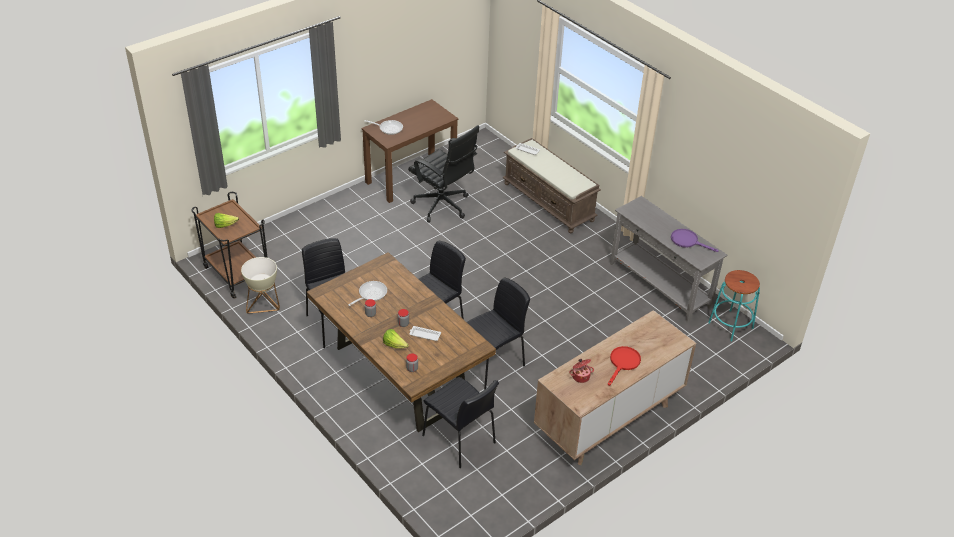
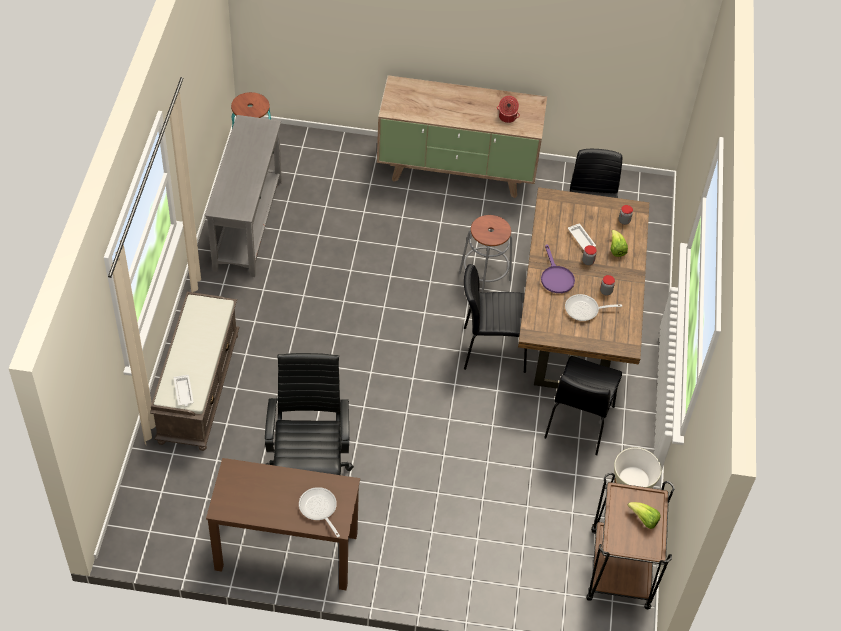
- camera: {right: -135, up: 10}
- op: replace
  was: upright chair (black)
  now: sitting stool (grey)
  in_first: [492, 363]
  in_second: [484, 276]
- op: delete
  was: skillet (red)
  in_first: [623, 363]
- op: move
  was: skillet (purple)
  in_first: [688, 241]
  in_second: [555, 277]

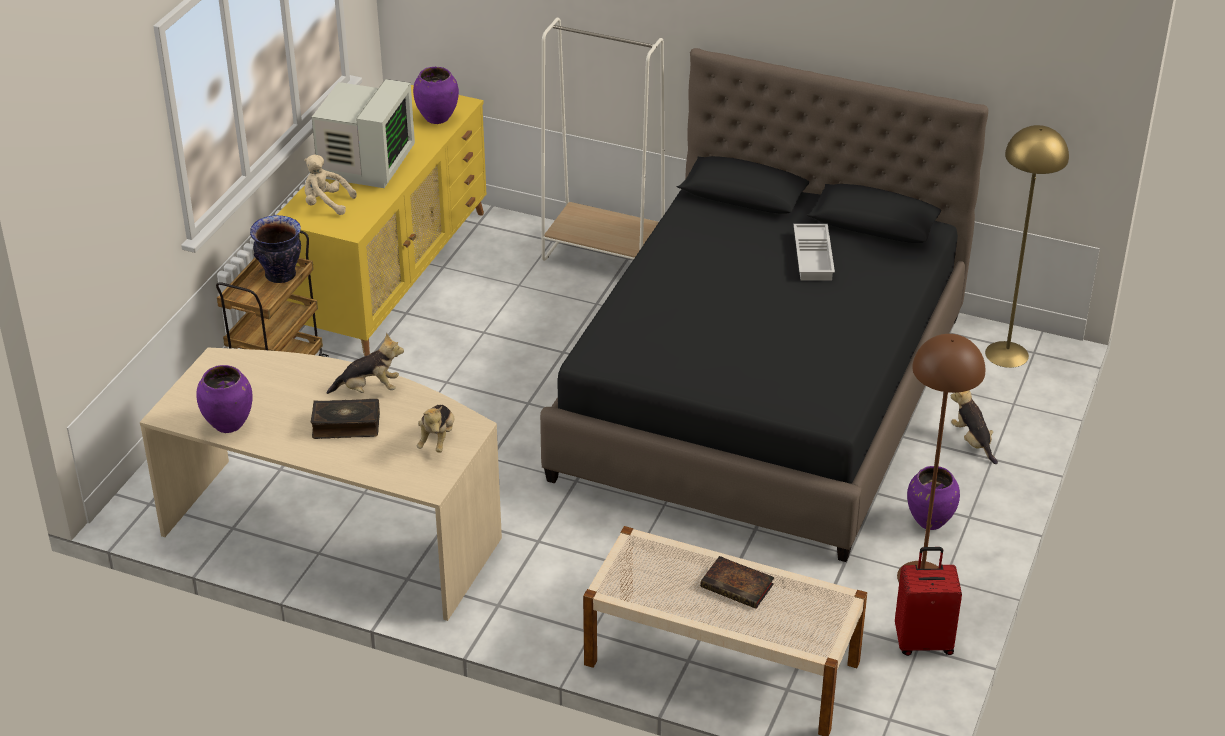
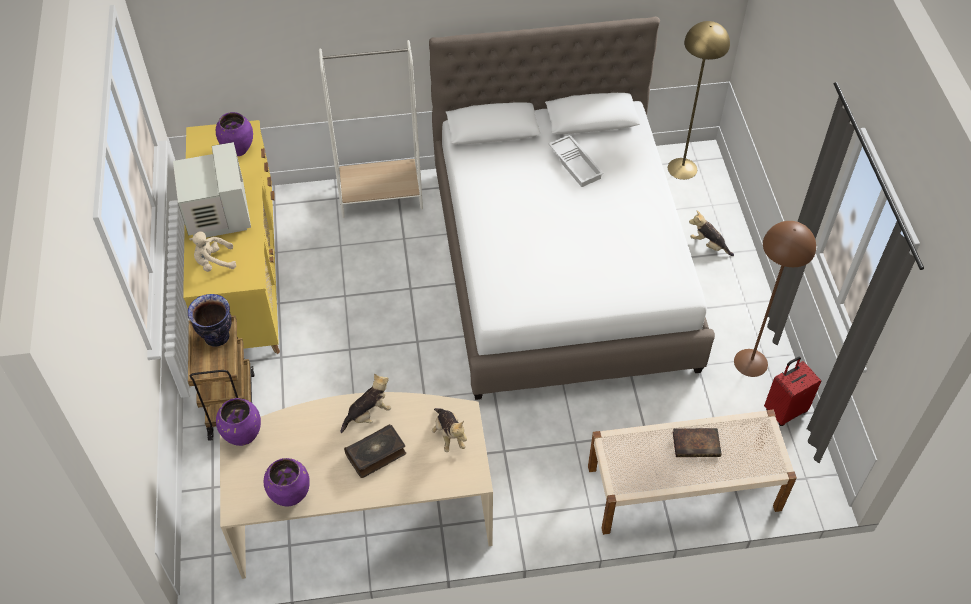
- camera: {right: -30, up: 15}
- op: recolor
  was: bedroom bed (black)
  now: bedroom bed (whitish)
  in_first: [762, 395]
  in_second: [561, 266]
- op: move
  was: flower vase (purple)
  in_first: [930, 522]
  in_second: [243, 437]

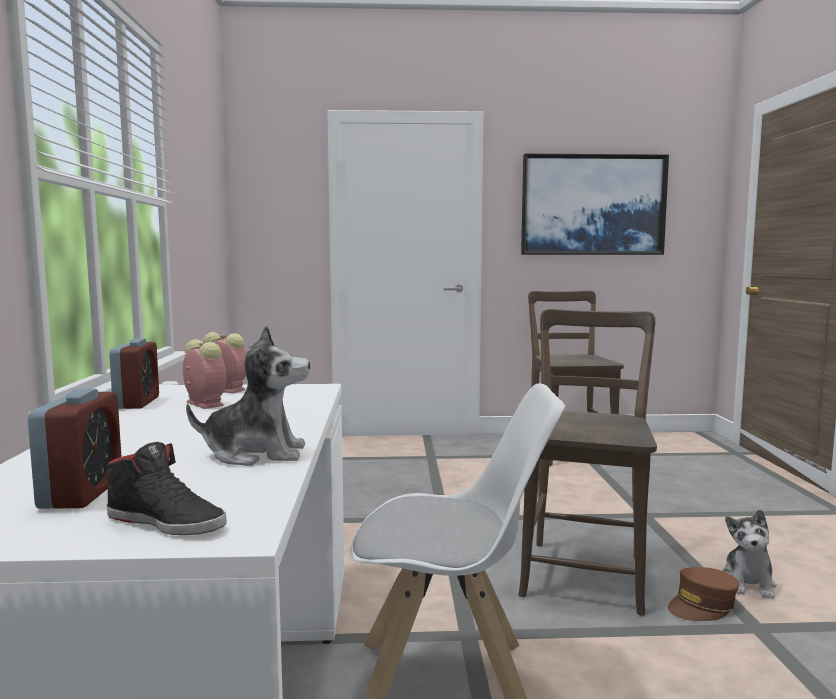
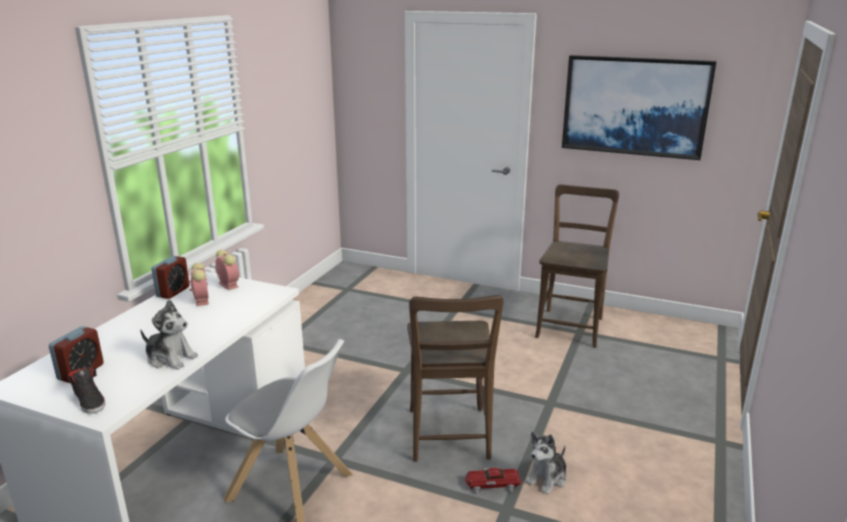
- camera: {right: 25, up: 15}
- op: rotate
  was: upright chair (brown-coloured)
  in_first: [585, 571]
  in_second: [449, 437]
  clockwise: 135
- op: replace
  was: peaked cap (brown-coloured)
  now: miniature car
  in_first: [702, 606]
  in_second: [492, 484]

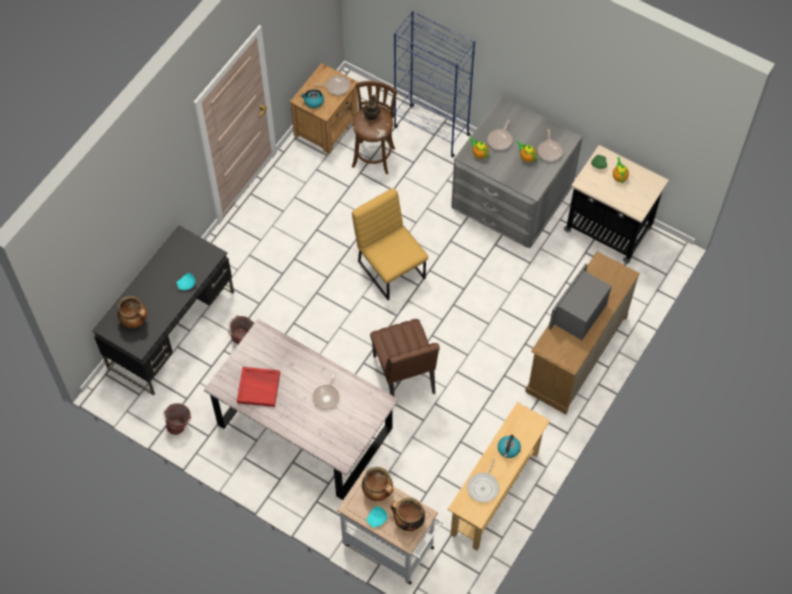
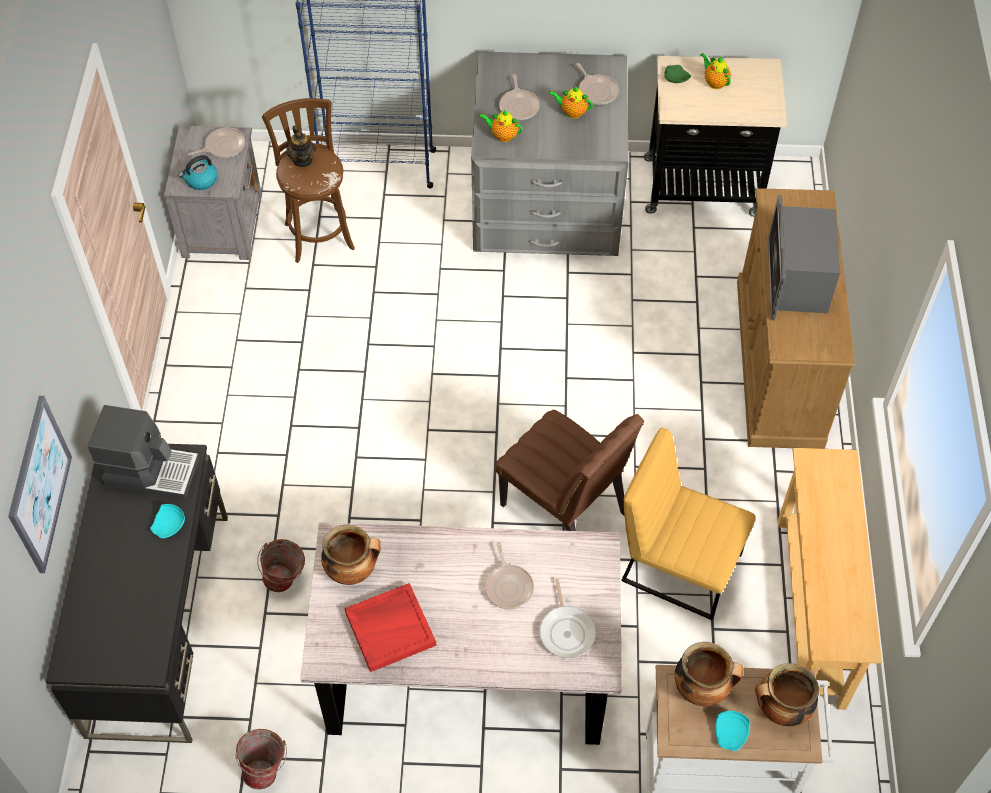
- camera: {right: -30, up: -5}
- op: move
  was: stockpot
  in_first: [135, 321]
  in_second: [352, 570]
- op: recolor
  was: nightstand (brown-coloured)
  now: nightstand (grey)
  in_first: [327, 125]
  in_second: [223, 224]
- op: move
  was: upright chair (yellow)
  in_first: [390, 268]
  in_second: [678, 565]
- op: move
  was: skillet
  in_first: [483, 487]
  in_second: [566, 630]
- op: delete
  was: kettle
  in_first: [508, 449]
- op: insert
  now: picture
  in_second: [39, 484]
- op: insert
  now: coffee machine
  in_second: [151, 470]

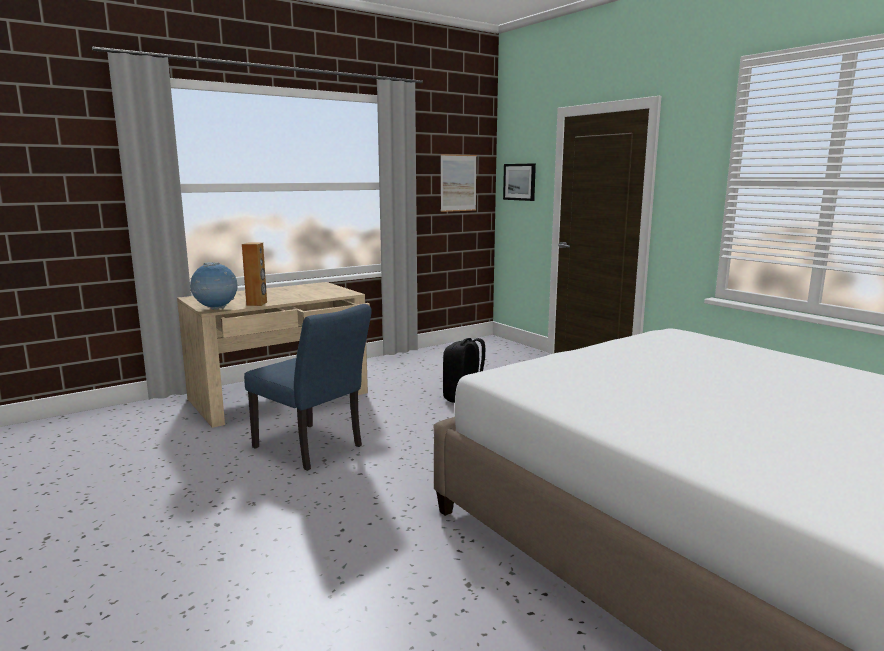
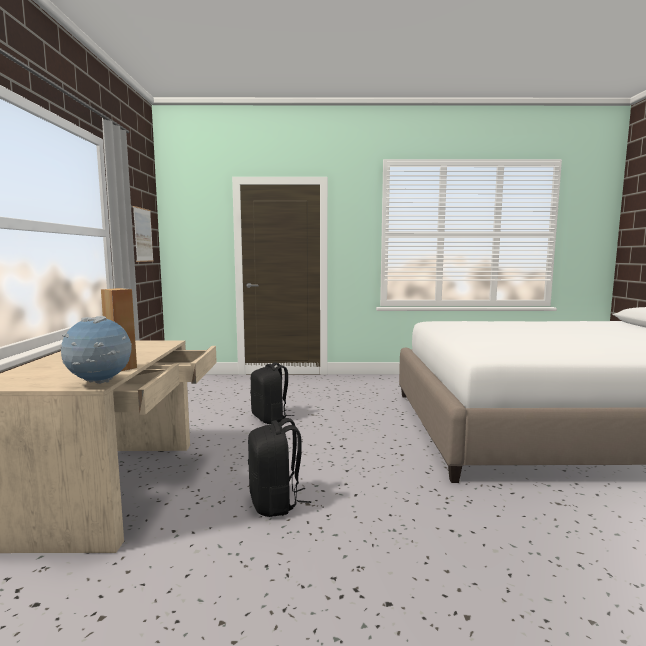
- camera: {right: -55, up: -5}
- op: replace
  was: upright chair (bluish)
  now: knapsack (black)
  in_first: [313, 449]
  in_second: [275, 503]
- op: delete
  was: picture
  in_first: [519, 182]

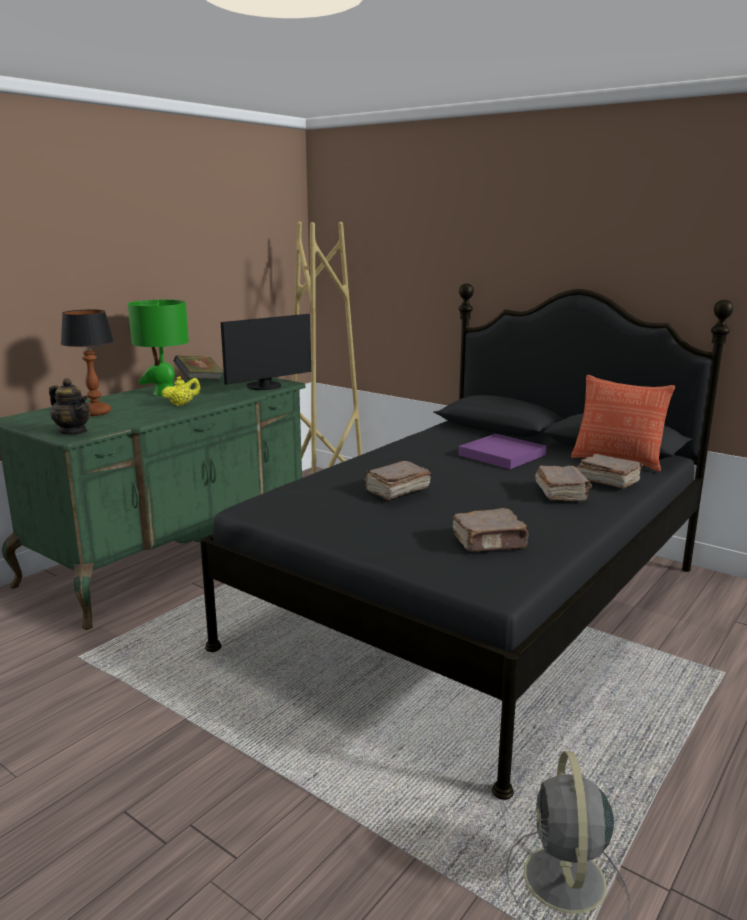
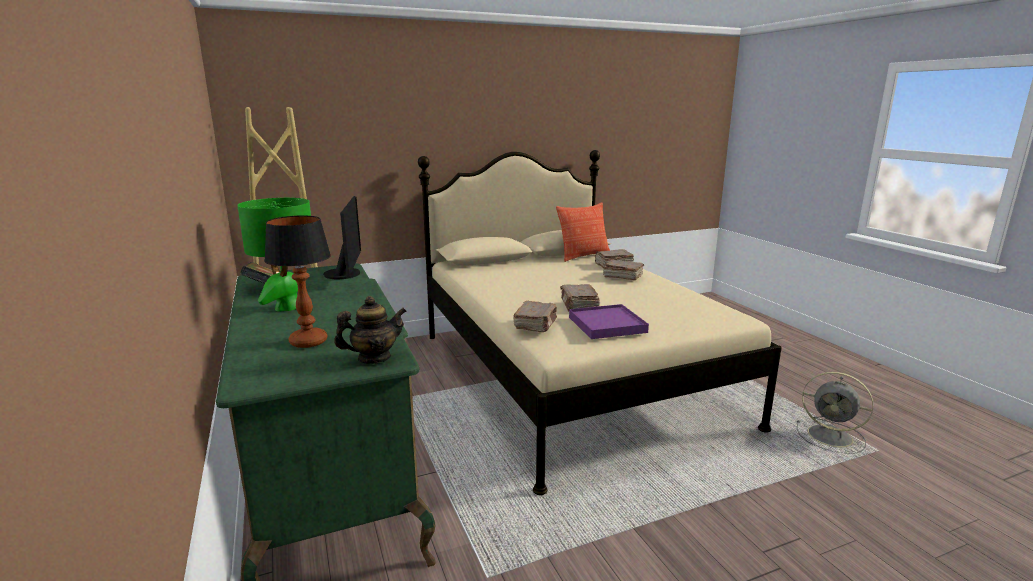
- camera: {right: -60, up: 0}
- op: delete
  was: pot for tea (yellow)
  in_first: [182, 404]
- op: recolor
  was: bedroom bed (black)
  now: bedroom bed (beige)
  in_first: [474, 605]
  in_second: [571, 376]
- op: move
  was: book (brown-coloured)
  in_first: [490, 543]
  in_second: [536, 325]
- op: move
  was: carrying tray (purple)
  in_first: [501, 455]
  in_second: [607, 325]

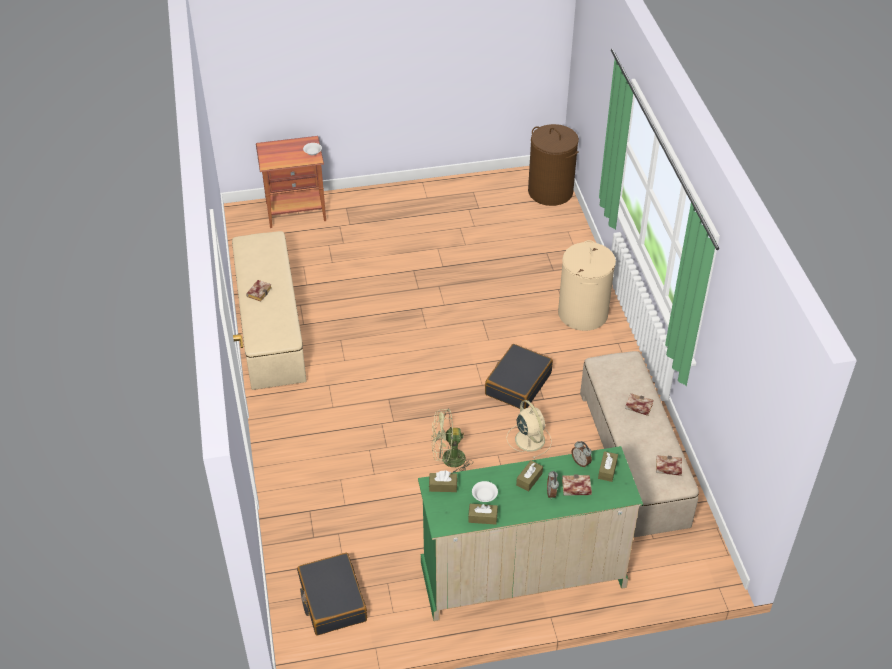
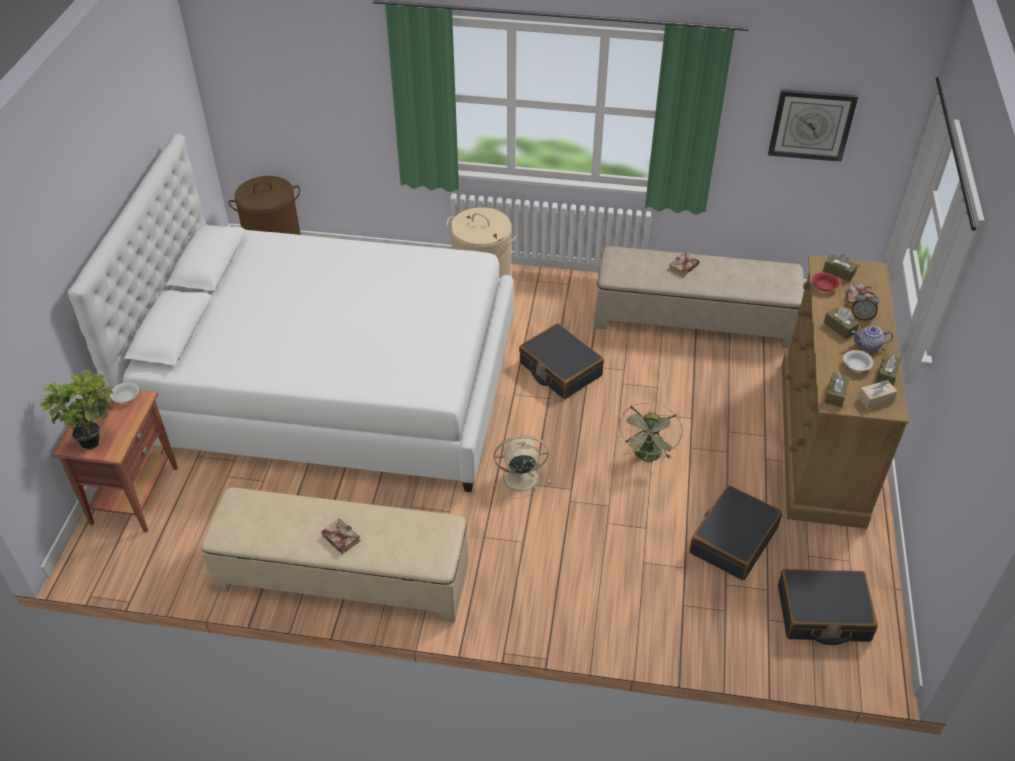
- camera: {right: -70, up: 0}
- op: recolor
  was: chest of drawers (greenish)
  now: chest of drawers (brown-coloured)
  in_first: [521, 574]
  in_second: [820, 441]
- op: move
  was: cooling fan (beige)
  in_first: [529, 439]
  in_second: [519, 477]
- op: replace
  was: bedside clock
  now: deep dish (red)
  in_first: [581, 462]
  in_second: [824, 286]
- op: delete
  was: book
  in_first: [667, 468]
- op: insert
  now: potted plant
  in_second: [94, 438]
- op: insert
  now: bedroom bed (whitish)
  in_second: [329, 383]
- op: insert
  now: travel case (black)
  in_second: [732, 540]
- op: insert
  now: hanging clock
  in_second: [811, 124]
- op: insert
  now: pot for tea
  in_second: [868, 346]
- op: insert
  now: tissue box (beige)
  in_second: [875, 399]

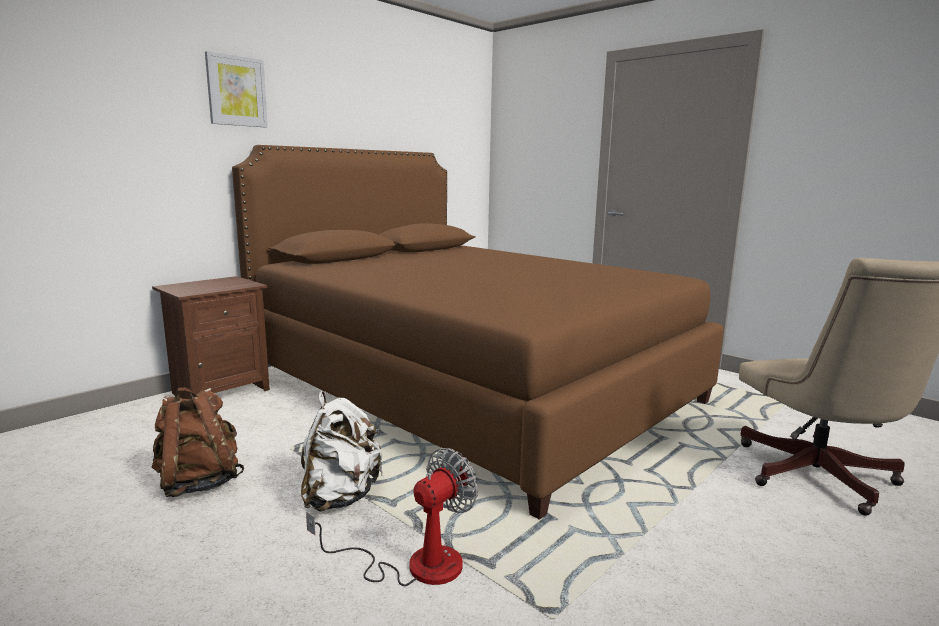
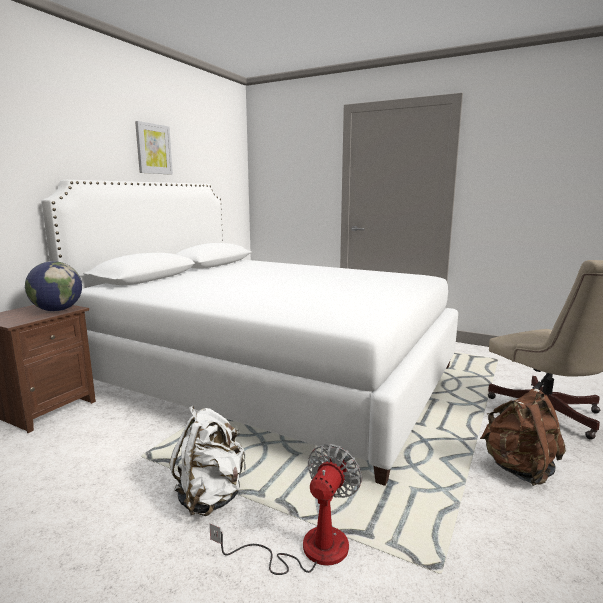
- camera: {right: -15, up: 0}
- op: move
  was: knapsack (brown-coloured)
  in_first: [199, 482]
  in_second: [519, 469]
- op: move
  was: picture
  in_first: [236, 91]
  in_second: [153, 149]
- op: recolor
  was: bedroom bed (brown-coloured)
  now: bedroom bed (whitish)
  in_first: [468, 387]
  in_second: [270, 377]
- op: insert
  now: globe
  in_second: [57, 310]

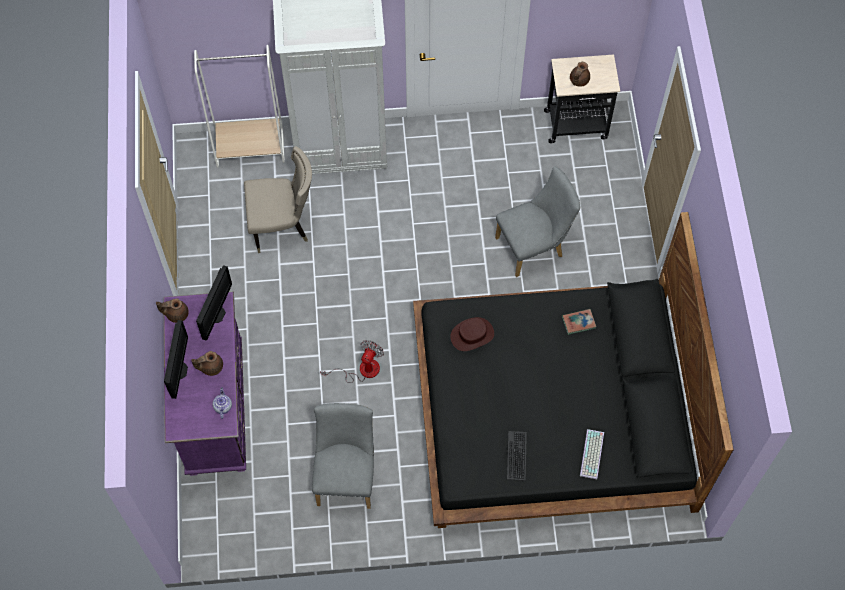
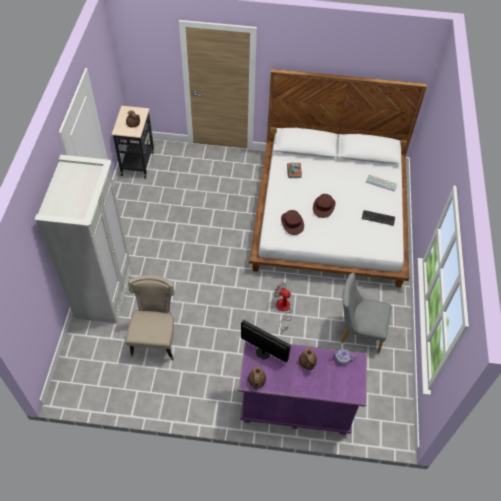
- camera: {right: -80, up: -10}
- op: delete
  was: monitor
  in_first: [179, 370]
- op: delete
  was: garment rack
  in_first: [250, 149]
- op: recolor
  was: bedroom bed (black)
  now: bedroom bed (whitish)
  in_first: [551, 410]
  in_second: [330, 215]
- op: delete
  was: upright chair (grey)
  in_first: [534, 246]
- op: insert
  now: hat (brown-coloured)
  in_second: [323, 206]

